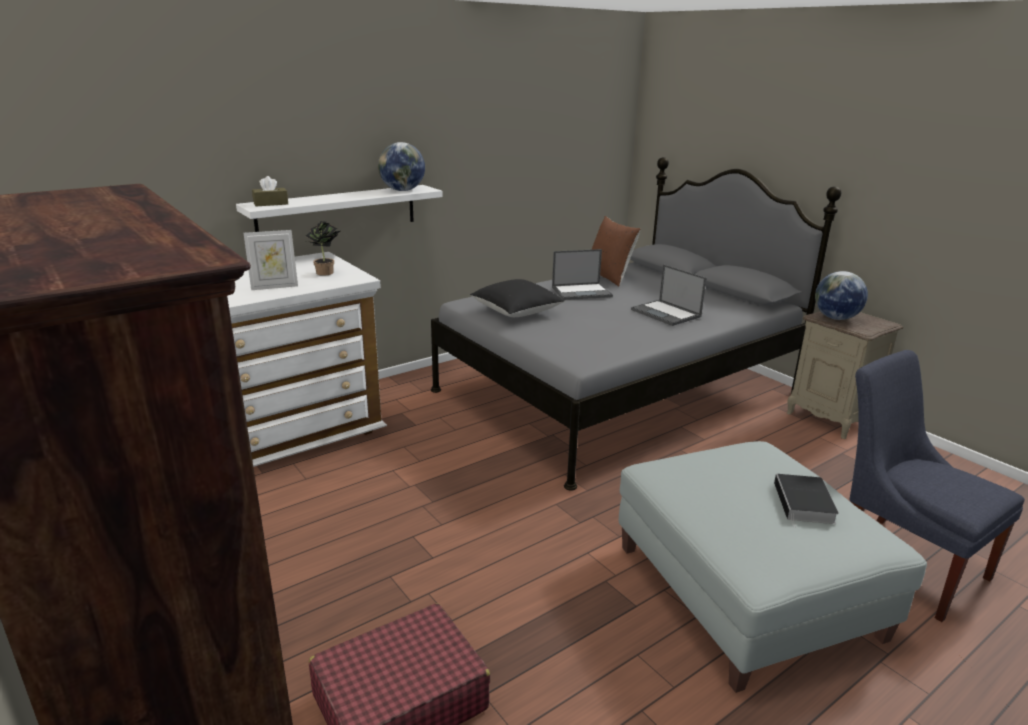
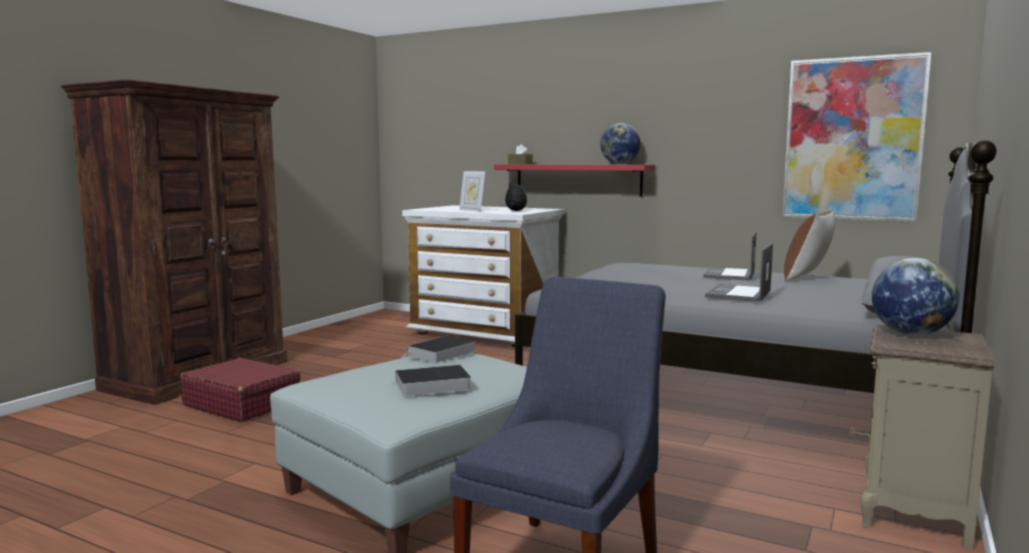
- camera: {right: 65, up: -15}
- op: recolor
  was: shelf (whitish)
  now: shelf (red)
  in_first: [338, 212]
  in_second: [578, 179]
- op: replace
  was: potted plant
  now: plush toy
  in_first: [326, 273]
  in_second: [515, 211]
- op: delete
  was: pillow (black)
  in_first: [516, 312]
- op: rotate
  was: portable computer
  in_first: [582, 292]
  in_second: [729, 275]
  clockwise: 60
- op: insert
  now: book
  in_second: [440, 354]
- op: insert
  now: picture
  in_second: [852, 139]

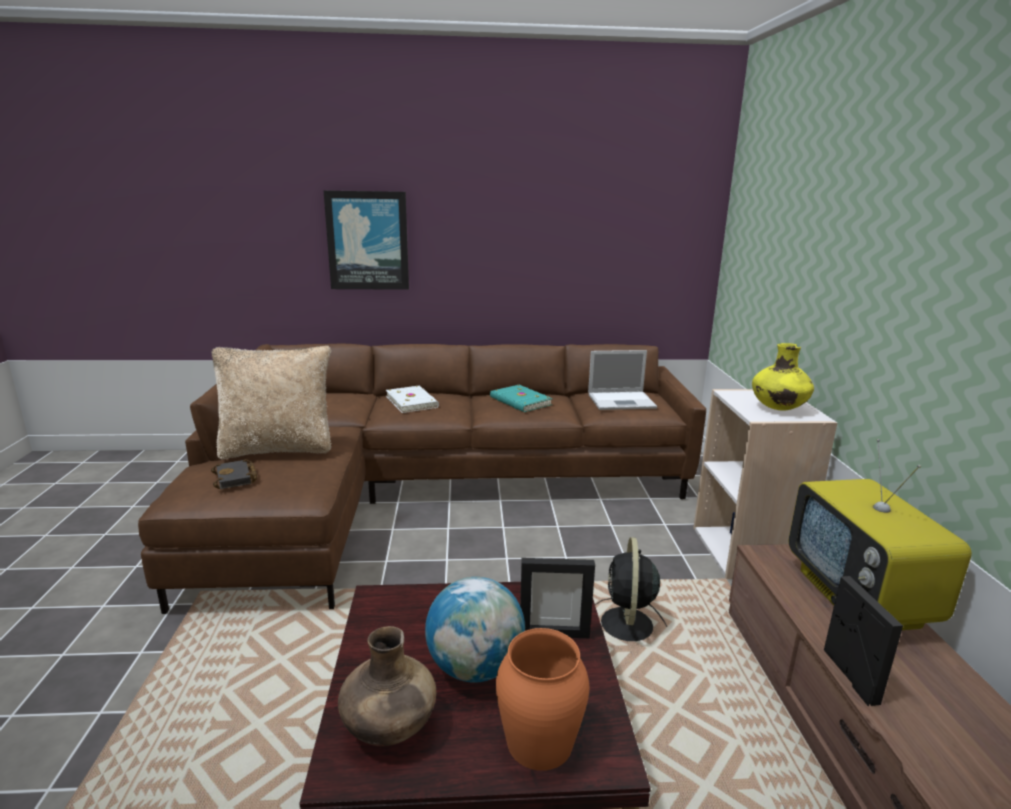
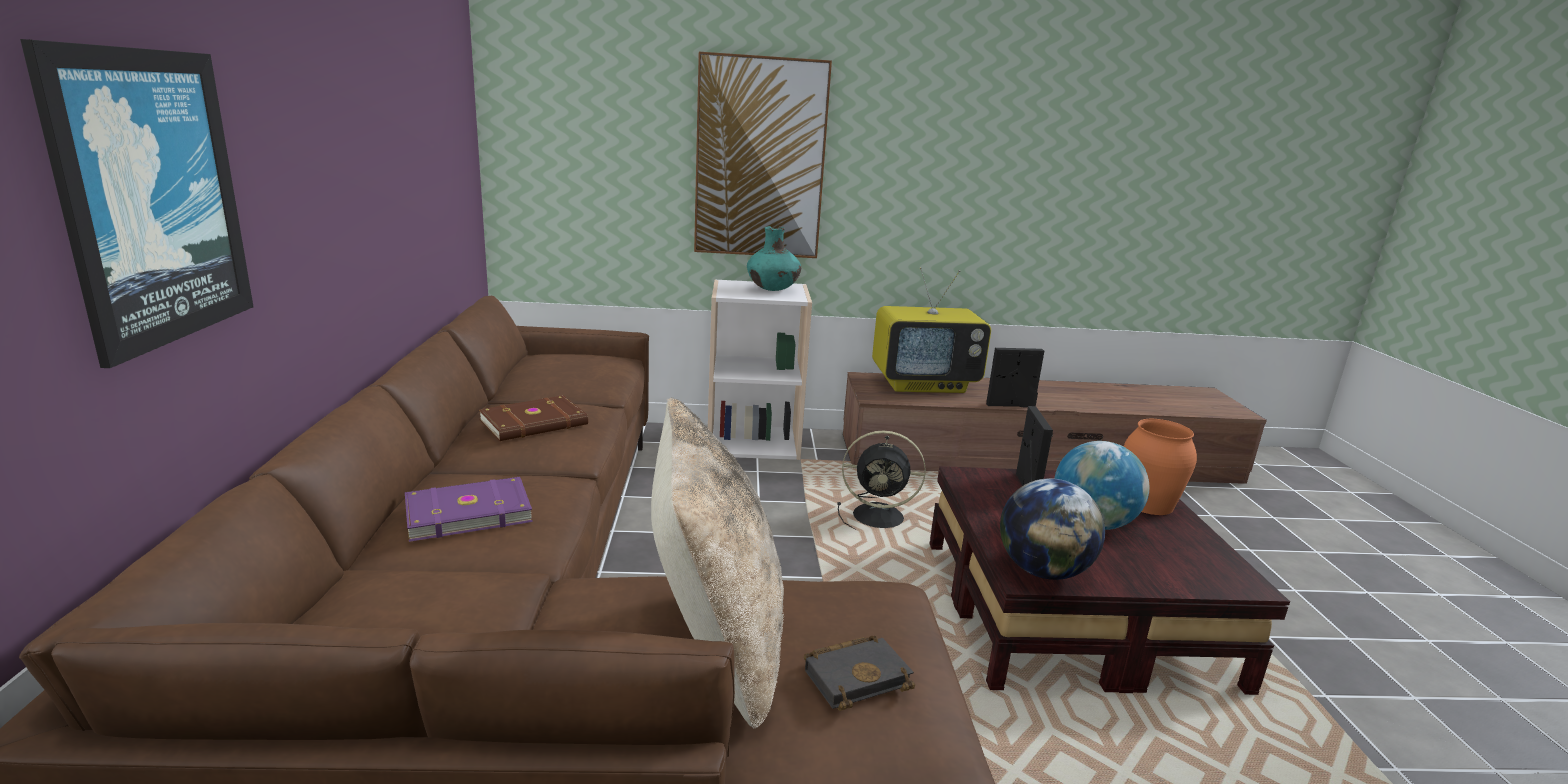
- camera: {right: -90, up: 0}
- op: delete
  was: flower vase (brown-coloured)
  in_first: [389, 728]
- op: recolor
  was: book (whitish)
  now: book (purple)
  in_first: [412, 401]
  in_second: [467, 512]
- op: recolor
  was: book (blue-green)
  now: book (brown-coloured)
  in_first: [520, 401]
  in_second: [535, 423]
- op: delete
  was: portable computer
  in_first: [622, 401]
- op: recolor
  was: flower vase (yellow)
  now: flower vase (blue-green)
  in_first: [778, 408]
  in_second: [773, 290]
- op: insert
  now: picture
  in_second: [760, 159]
- op: insert
  now: globe
  in_second: [1042, 571]

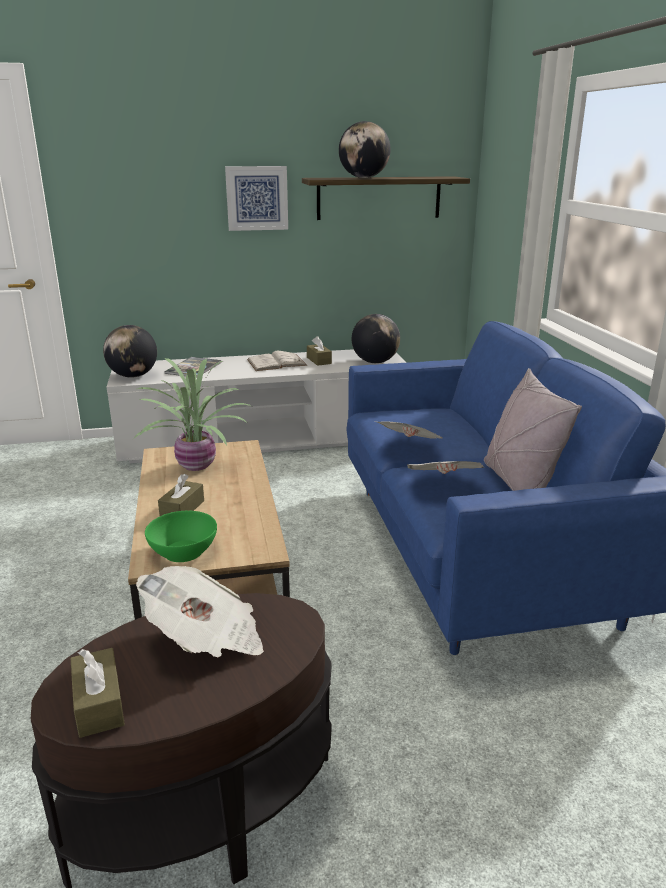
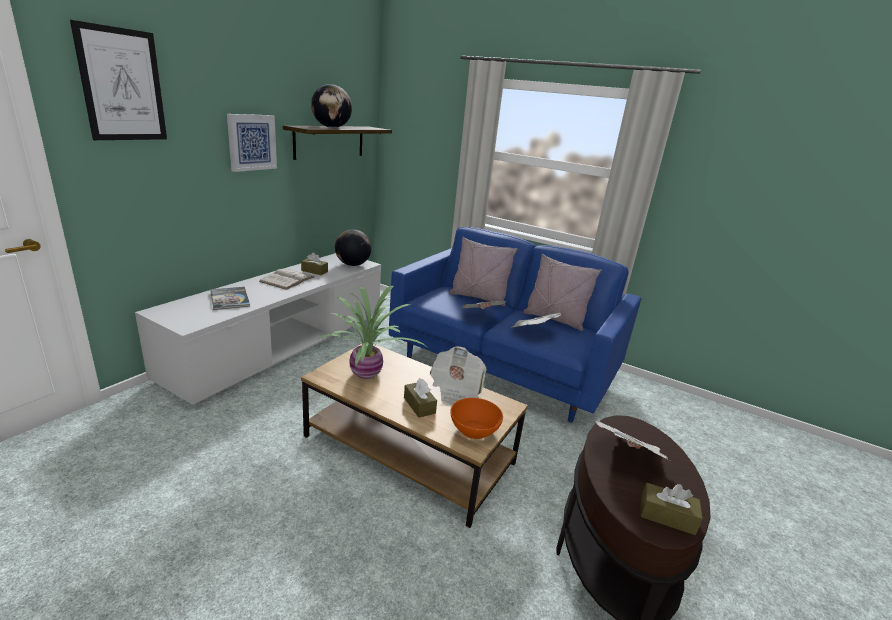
- camera: {right: -50, up: 0}
- op: delete
  was: globe
  in_first: [133, 376]
- op: recolor
  was: deep dish (greenish)
  now: deep dish (orangey)
  in_first: [183, 551]
  in_second: [474, 429]
- op: insert
  now: picture
  in_second: [122, 85]
- op: insert
  now: daily paper
  in_second: [455, 390]
- op: insert
  now: pillow (purple)
  in_second: [478, 298]

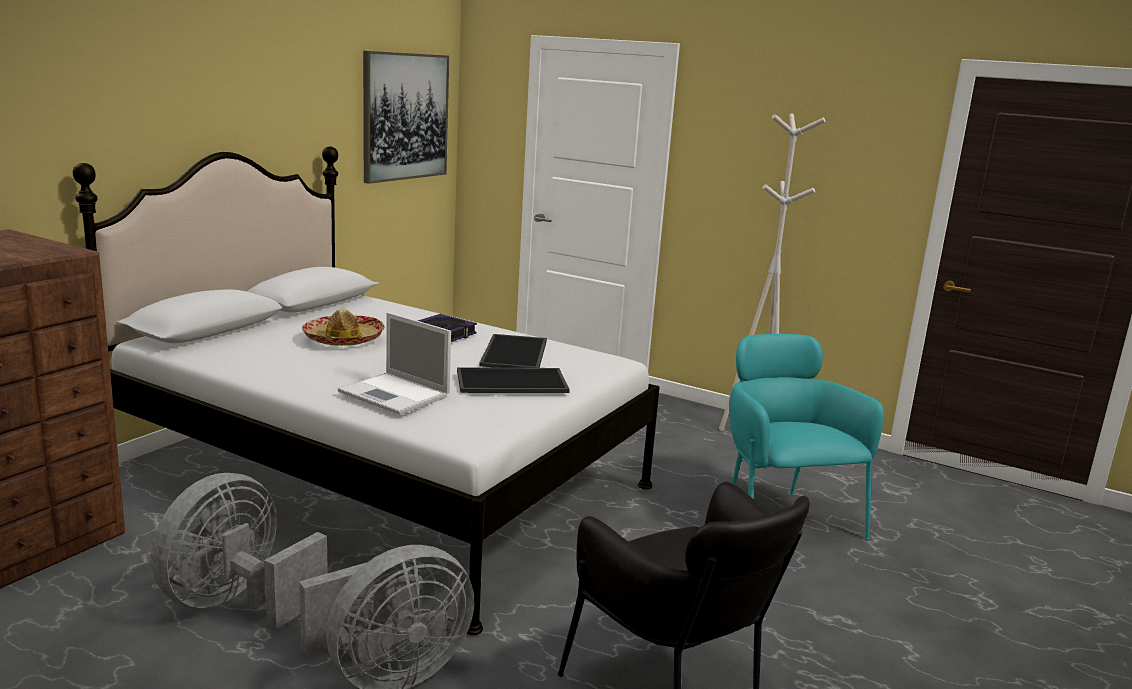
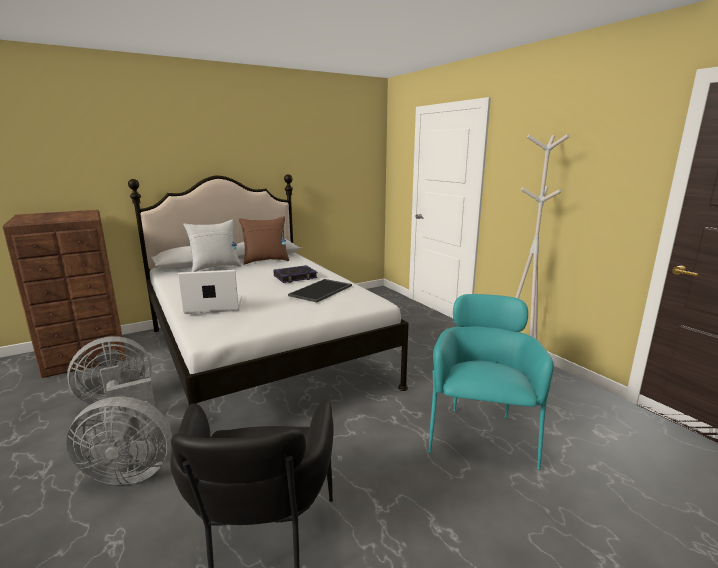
- camera: {right: 30, up: 0}
- op: delete
  was: hat
  in_first: [343, 339]
- op: rotate
  was: portable computer
  in_first: [395, 394]
  in_second: [212, 306]
  clockwise: 105
- op: delete
  was: picture
  in_first: [405, 116]
- op: delete
  was: carrying tray
  in_first: [510, 382]
- op: insert
  now: pillow (grey)
  in_second: [215, 268]
- op: insert
  now: pillow (brown-coloured)
  in_second: [266, 261]

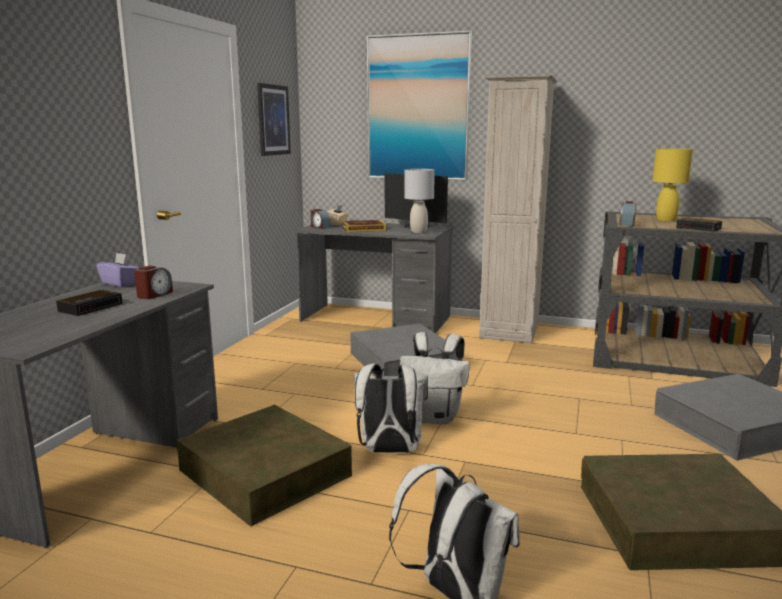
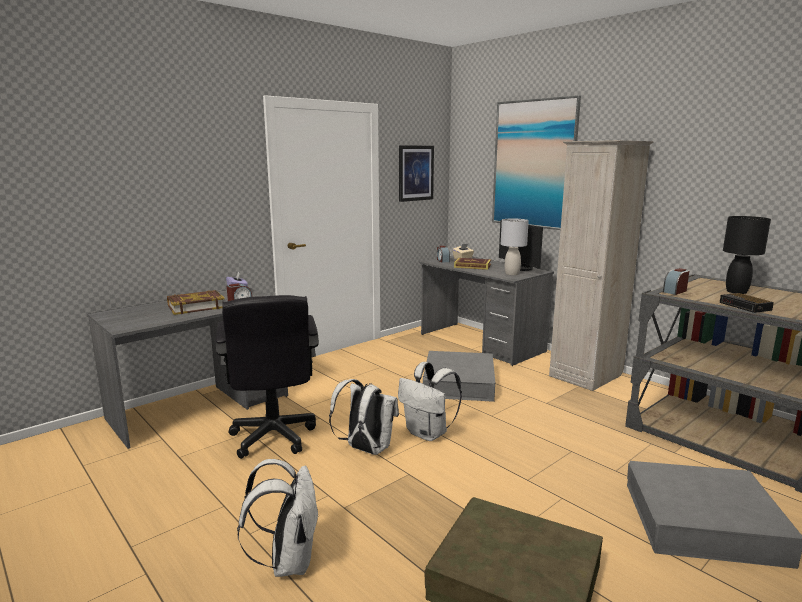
- camera: {right: 30, up: 0}
- op: replace
  was: bedside clock
  now: book
  in_first: [92, 307]
  in_second: [196, 306]
- op: replace
  was: storage box (brown-coloured)
  now: office chair (black)
  in_first: [264, 473]
  in_second: [274, 440]
- op: recolor
  was: lamp for a table (yellow)
  now: lamp for a table (black)
  in_first: [666, 220]
  in_second: [737, 292]

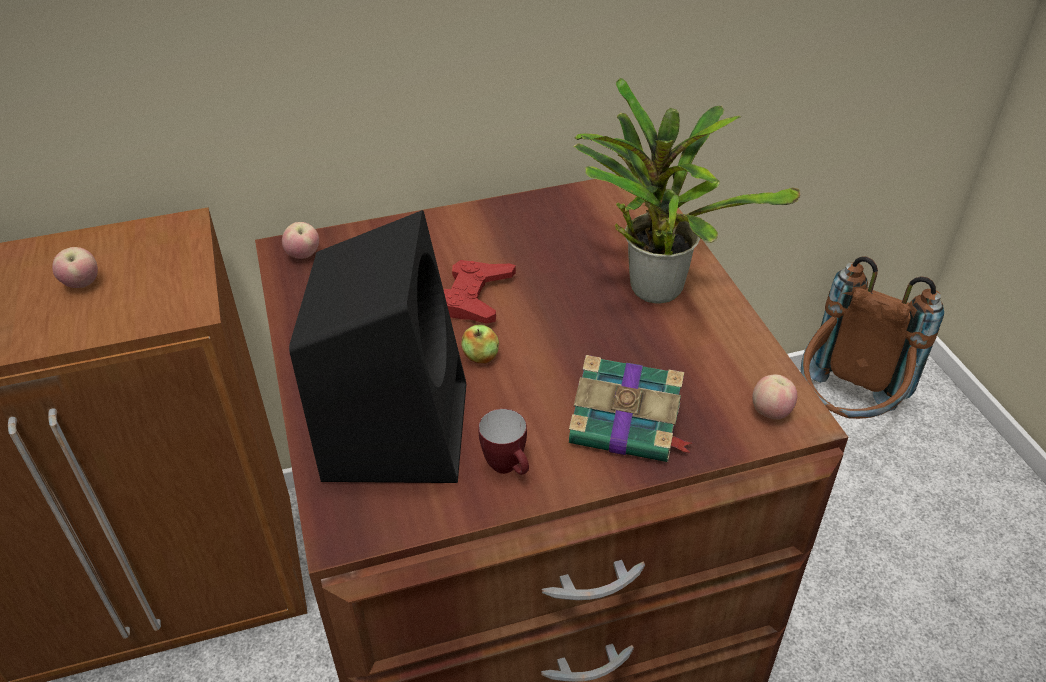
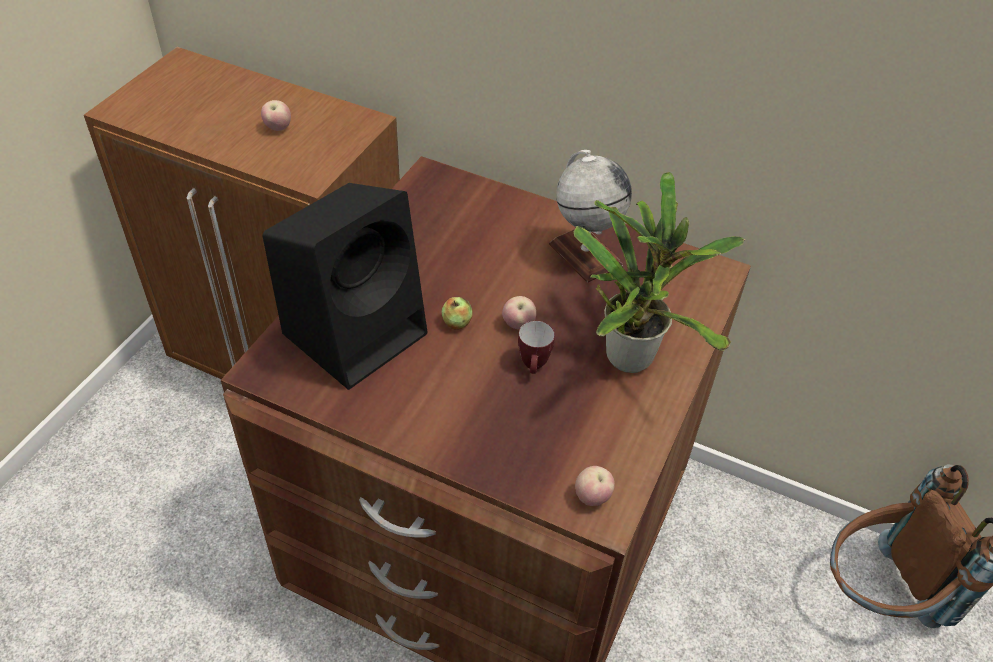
- camera: {right: 40, up: 5}
- op: move
  was: whole apple
  in_first: [303, 255]
  in_second: [518, 325]
- op: delete
  was: game controller (red)
  in_first: [476, 297]
- op: move
  was: tea mug
  in_first: [508, 468]
  in_second: [534, 367]
- op: delete
  was: book
  in_first: [628, 425]
- op: insert
  now: globe
  in_second: [584, 254]

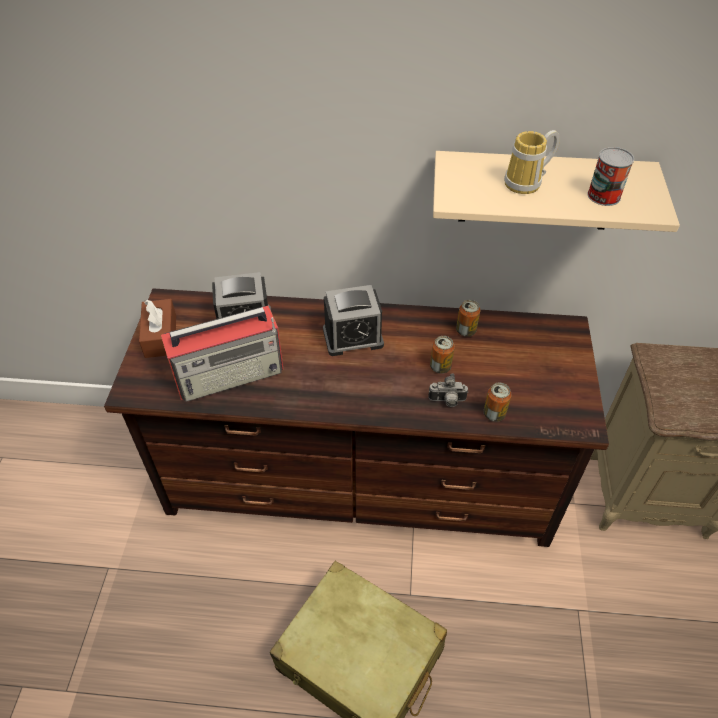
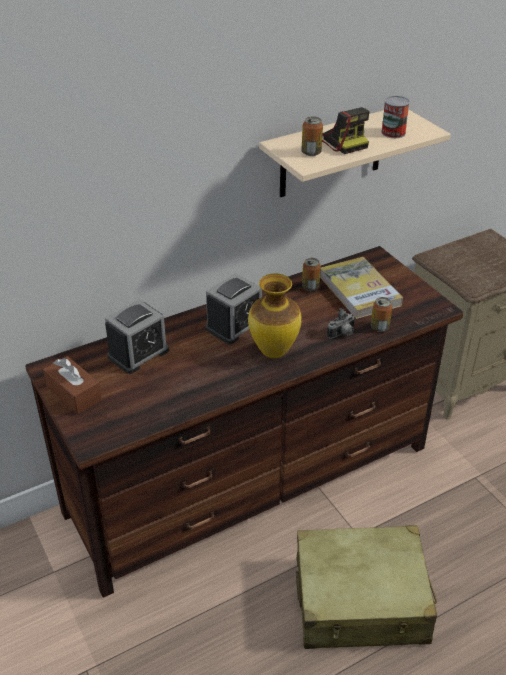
- camera: {right: -35, up: -10}
- op: delete
  was: radio
  in_first: [231, 373]
- op: move
  was: sealed can
  in_first: [440, 367]
  in_second: [311, 152]
- op: replace
  was: tea mug
  now: photo camera
  in_first: [527, 184]
  in_second: [341, 141]
- op: insert
  now: flower vase
  in_second: [273, 351]
- op: insert
  now: book
  in_second: [359, 291]

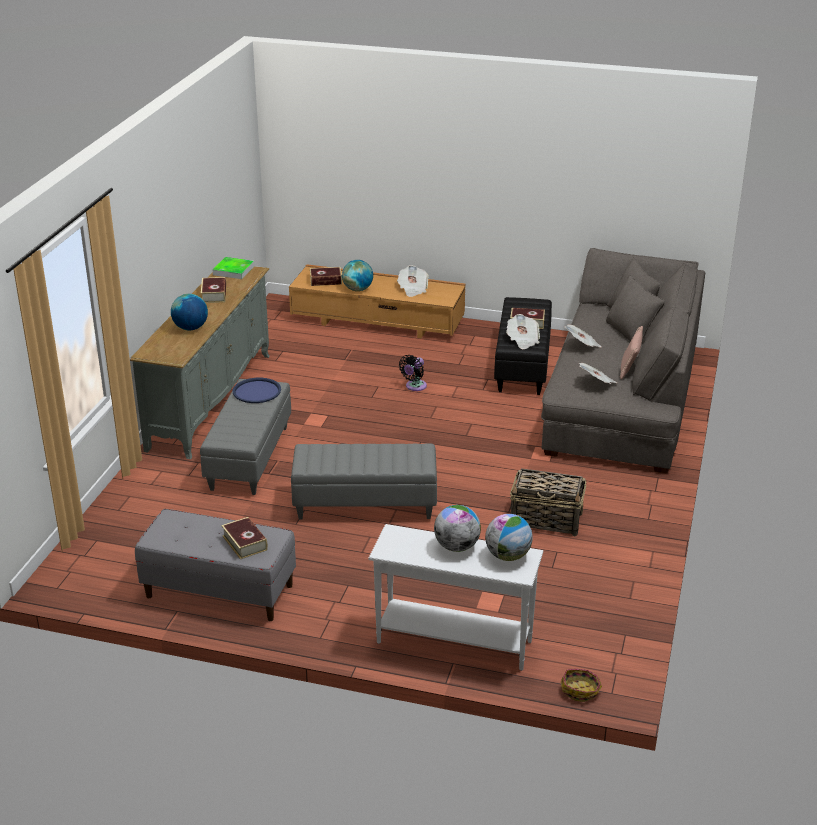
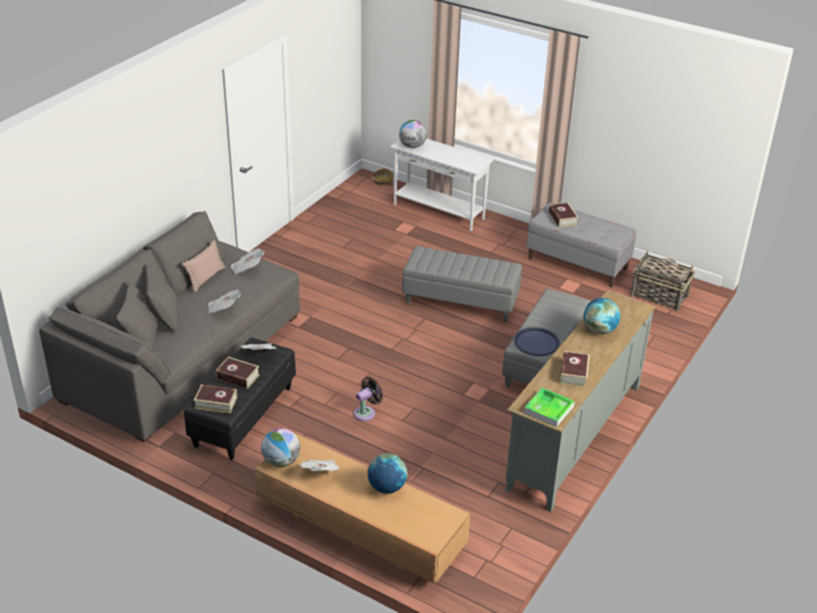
- camera: {right: -165, up: 5}
- op: move
  was: book
  in_first: [325, 280]
  in_second: [216, 403]
- op: move
  was: globe
  in_first: [456, 546]
  in_second: [281, 461]
- op: move
  was: household basket
  in_first: [547, 520]
  in_second: [658, 296]

